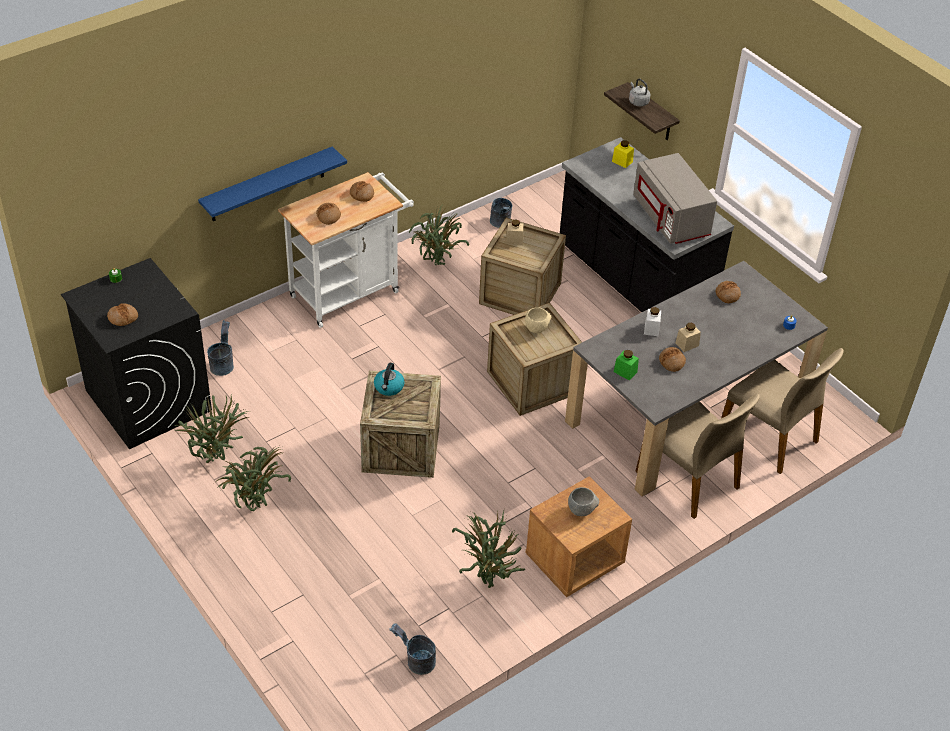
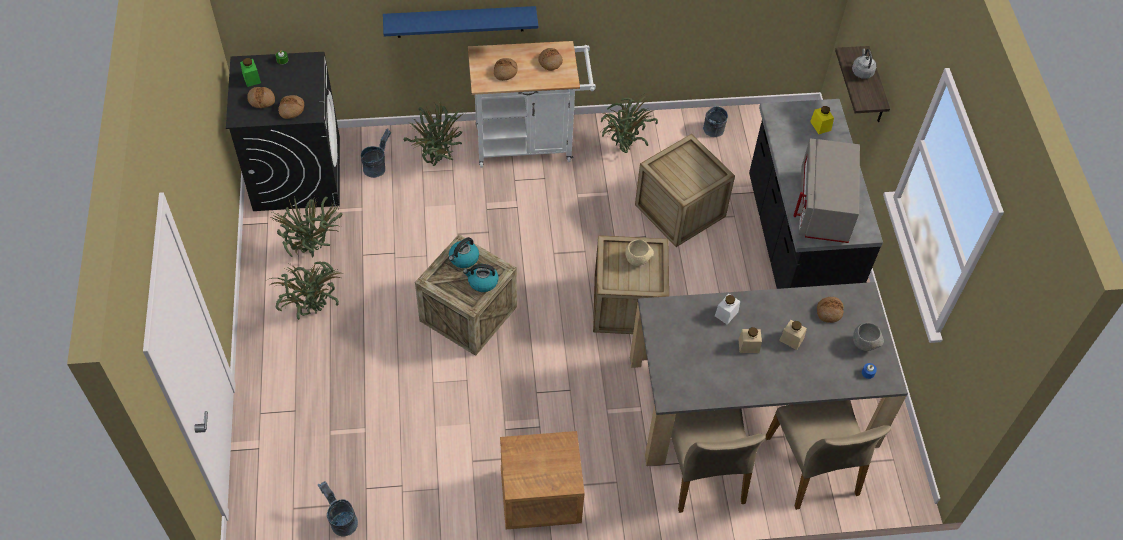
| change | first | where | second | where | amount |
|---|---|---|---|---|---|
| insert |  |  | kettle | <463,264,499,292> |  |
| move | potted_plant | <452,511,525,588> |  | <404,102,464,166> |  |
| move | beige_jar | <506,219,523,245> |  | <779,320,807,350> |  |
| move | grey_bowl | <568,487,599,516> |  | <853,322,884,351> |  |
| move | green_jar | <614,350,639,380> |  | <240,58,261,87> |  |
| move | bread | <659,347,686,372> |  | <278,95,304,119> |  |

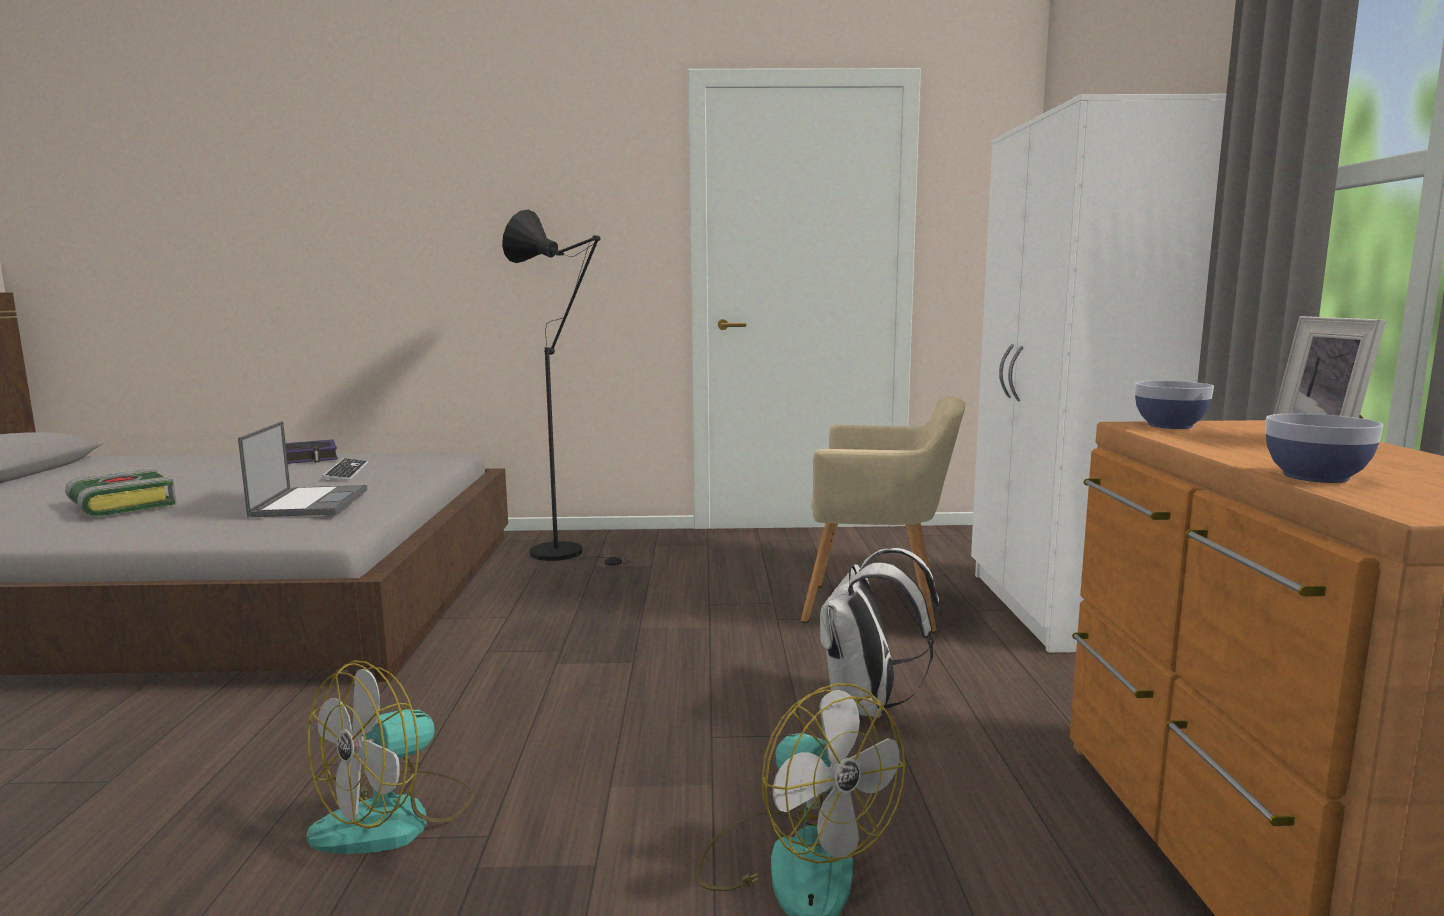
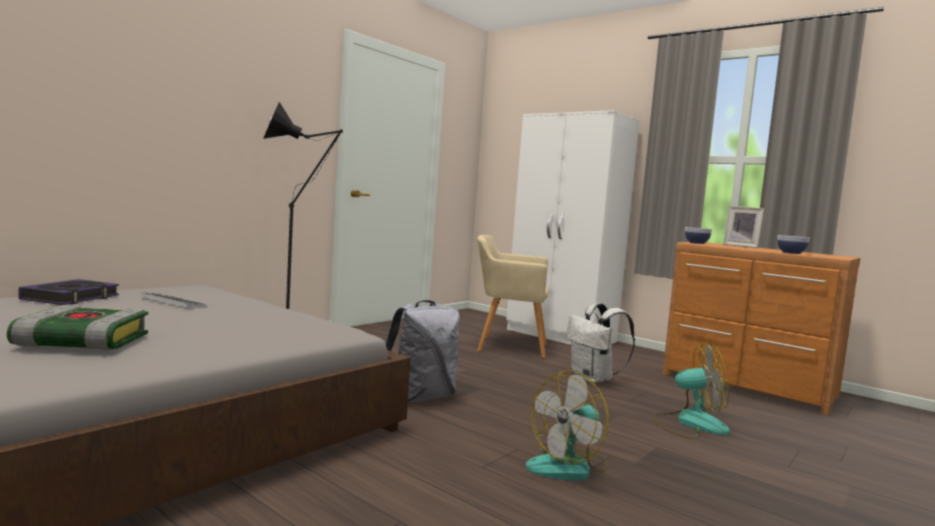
| change | first | where | second | where | amount |
|---|---|---|---|---|---|
| delete | laptop | <238,421,367,517> |  |  |  |
| insert |  |  | grey_backpack | <386,300,460,402> |  |
| rotate | fan | <306,660,474,854> |  | <525,370,609,481> | 60 degrees clockwise |
| rotate | beige_armchair | <801,396,965,632> |  | <477,235,549,359> | 135 degrees counterclockwise |

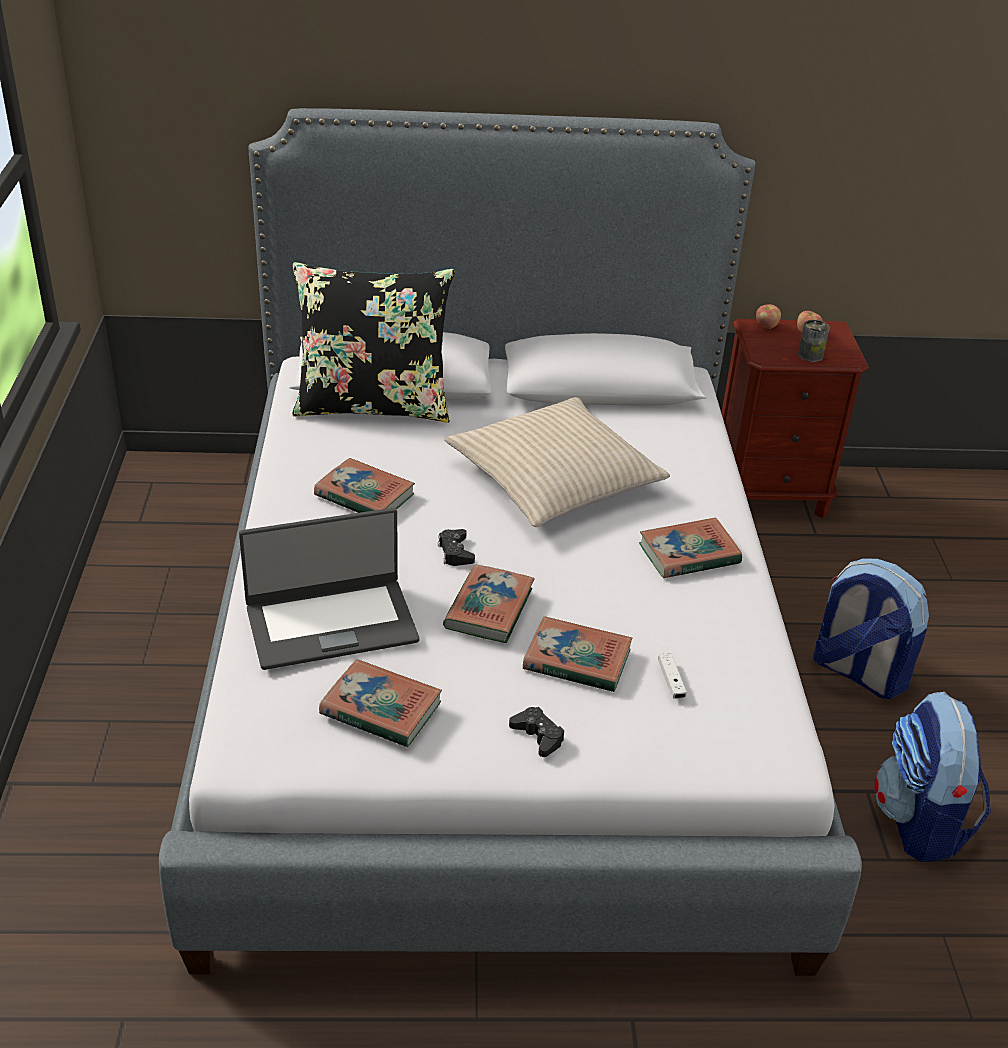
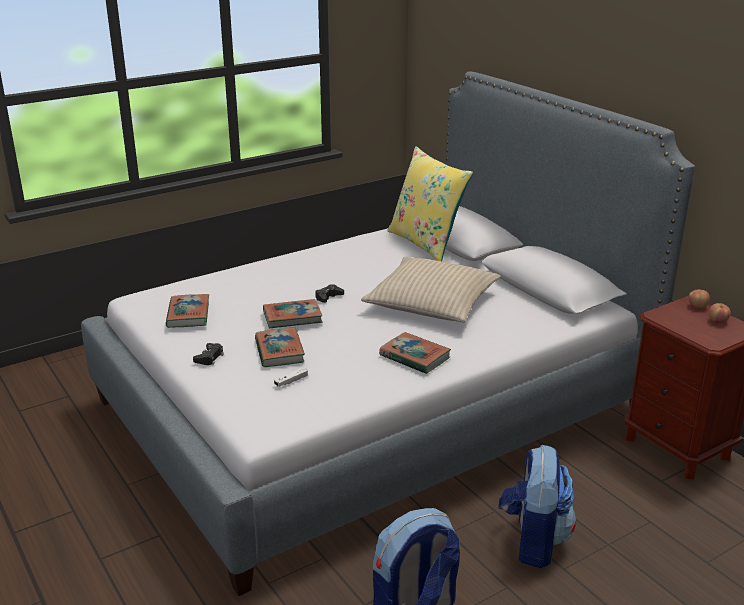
| change | first | where | second | where | amount |
|---|---|---|---|---|---|
| delete | laptop | <239,508,420,670> |  |  |  |
| delete | book | <314,458,415,513> |  |  |  |
| delete | can | <798,320,830,362> |  |  |  |
| recolor | black_pillow | <292,262,455,423> | yellow_pillow | <387,146,473,261> |  |

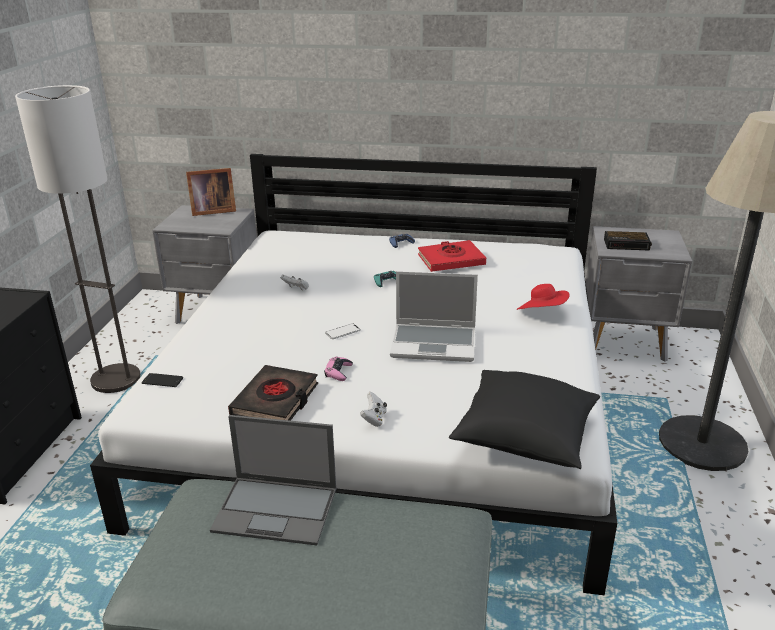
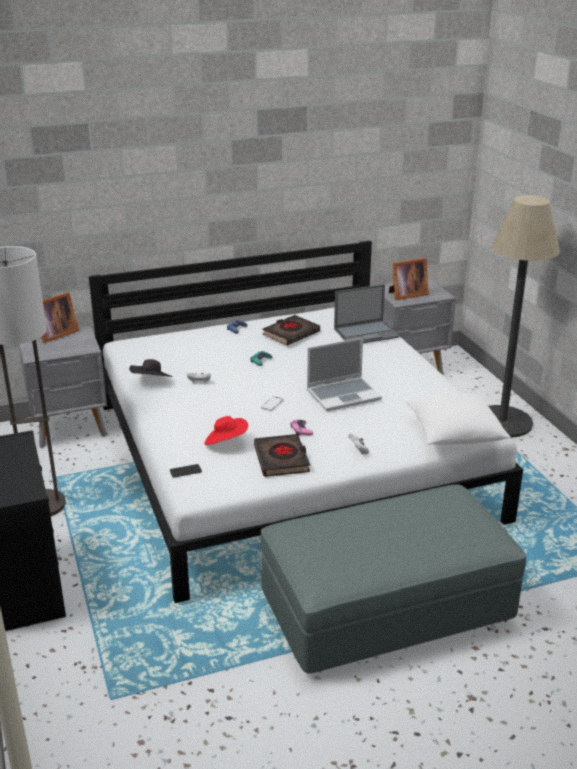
| change | first | where | second | where | amount |
|---|---|---|---|---|---|
| insert |  |  | black_hat | <129,359,173,377> |  |
| move | laptop | <210,415,336,545> |  | <334,284,399,343> |  |
| move | red_hat | <517,284,570,310> |  | <205,416,248,445> |  |
| replace | alarm_clock | <604,231,652,251> | picture_frame | <389,258,429,300> |  |
| recolor | red_book | <418,240,486,272> | black_book | <263,315,320,345> |  |
| recolor | black_pillow | <449,370,600,469> | white_pillow | <405,392,511,445> |  |

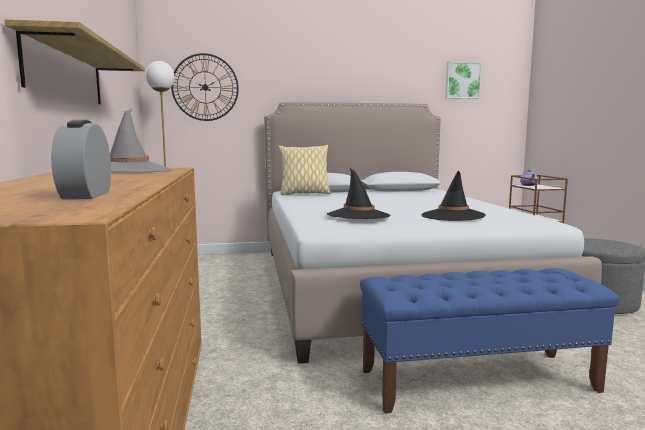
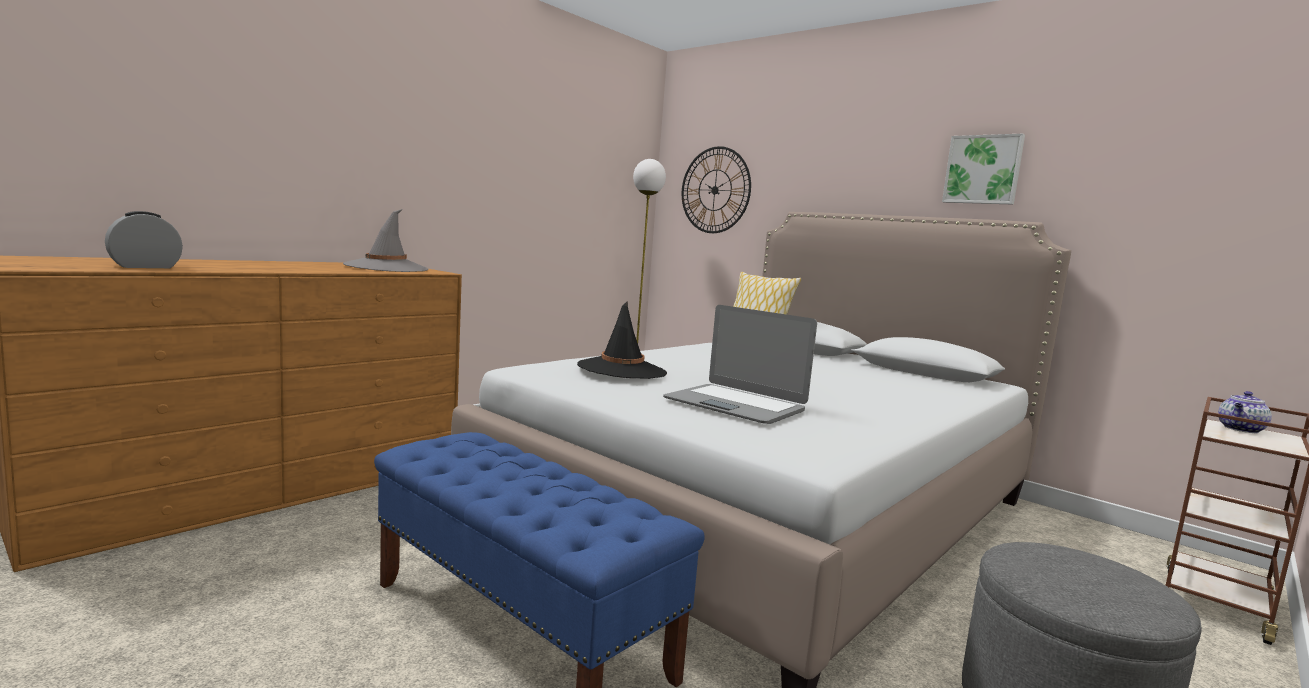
| change | first | where | second | where | amount |
|---|---|---|---|---|---|
| delete | shelf | <4,19,145,105> |  |  |  |
| move | picture | <445,61,482,99> |  | <942,134,1025,205> |  |
| replace | black_hat | <422,171,486,221> | laptop | <663,305,817,424> |  |

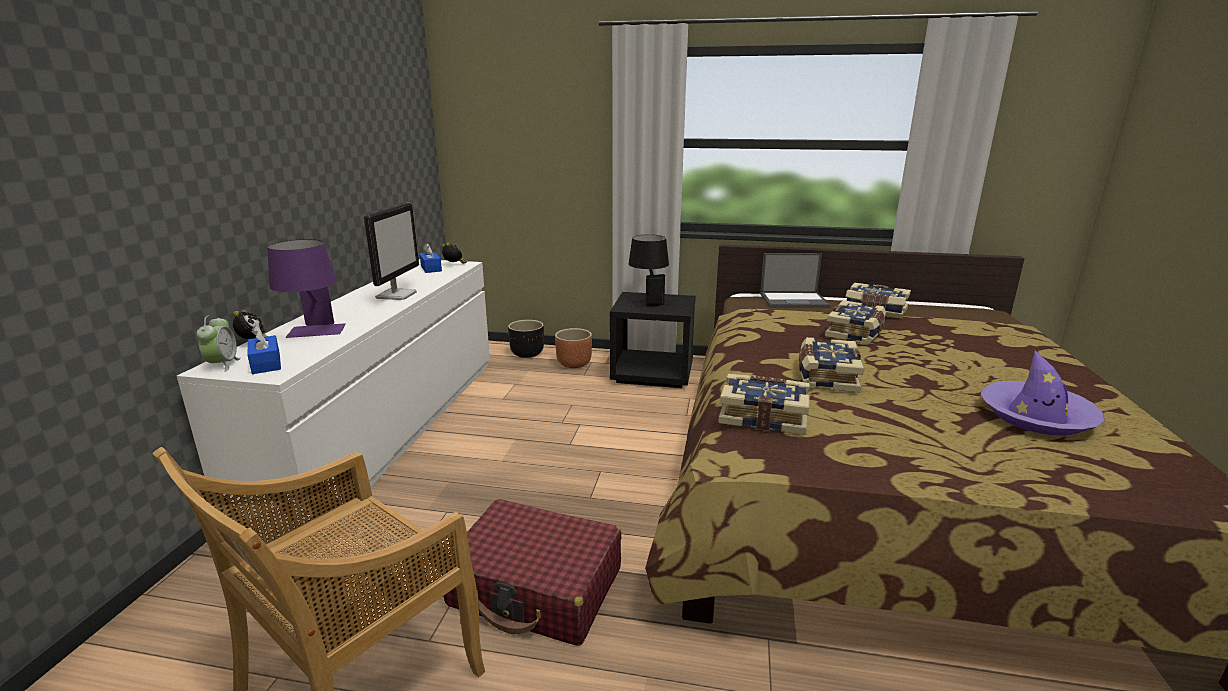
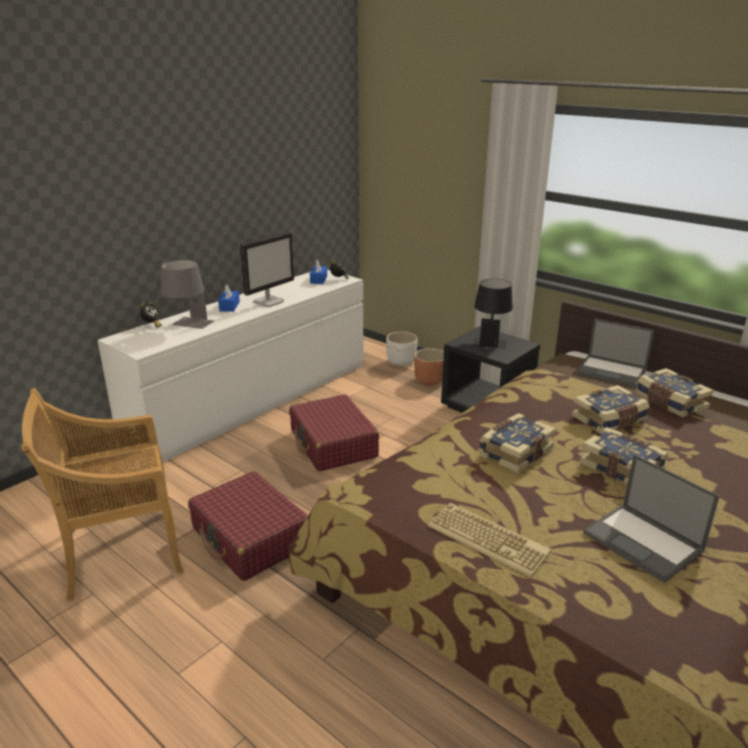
| change | first | where | second | where | amount |
|---|---|---|---|---|---|
| delete | alarm_clock | <196,315,241,372> |  |  |  |
| insert |  |  | red_suitcase | <289,394,379,472> |  |
| insert |  |  | keyboard | <428,503,551,577> |  |
| move | blue_tissue_box | <247,326,281,374> |  | <218,284,240,312> |  |
| move | book | <718,374,810,435> |  | <579,427,668,484> |  |
| replace | purple_hat | <980,351,1105,436> | laptop | <583,454,720,583> |  |
| recolor | purple_table_lamp | <268,239,346,338> | grey_table_lamp | <161,260,213,329> |  |
| recolor | black_planter | <508,320,544,358> | white_planter | <386,332,418,366> |  |

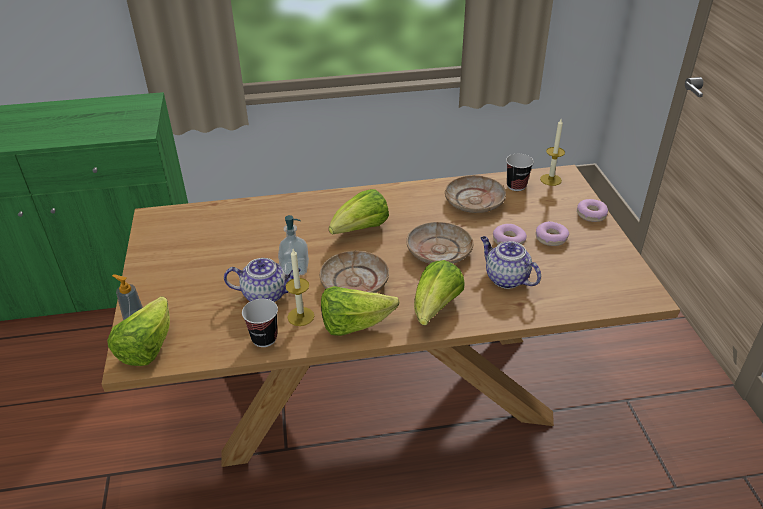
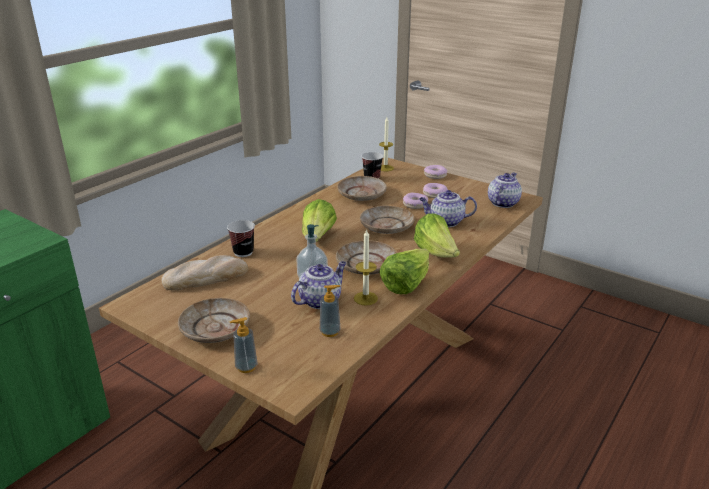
| change | first | where | second | where | amount |
|---|---|---|---|---|---|
| delete | lettuce | <107,296,170,366> |  |  |  |
| insert |  |  | bread | <161,255,248,291> |  |
| insert |  |  | beige_plate | <178,298,250,343> |  |
| insert |  |  | soap_dispenser | <320,285,340,337> |  |
| insert |  |  | teapot | <488,172,522,208> |  |
| move | cup | <242,299,278,347> |  | <227,220,255,257> |  |

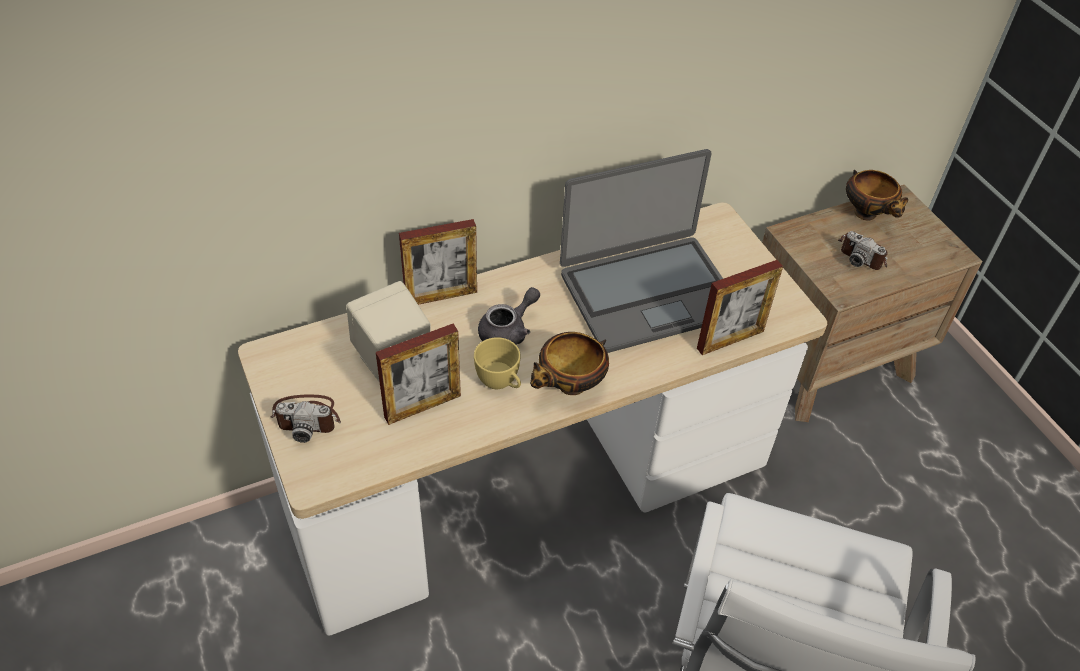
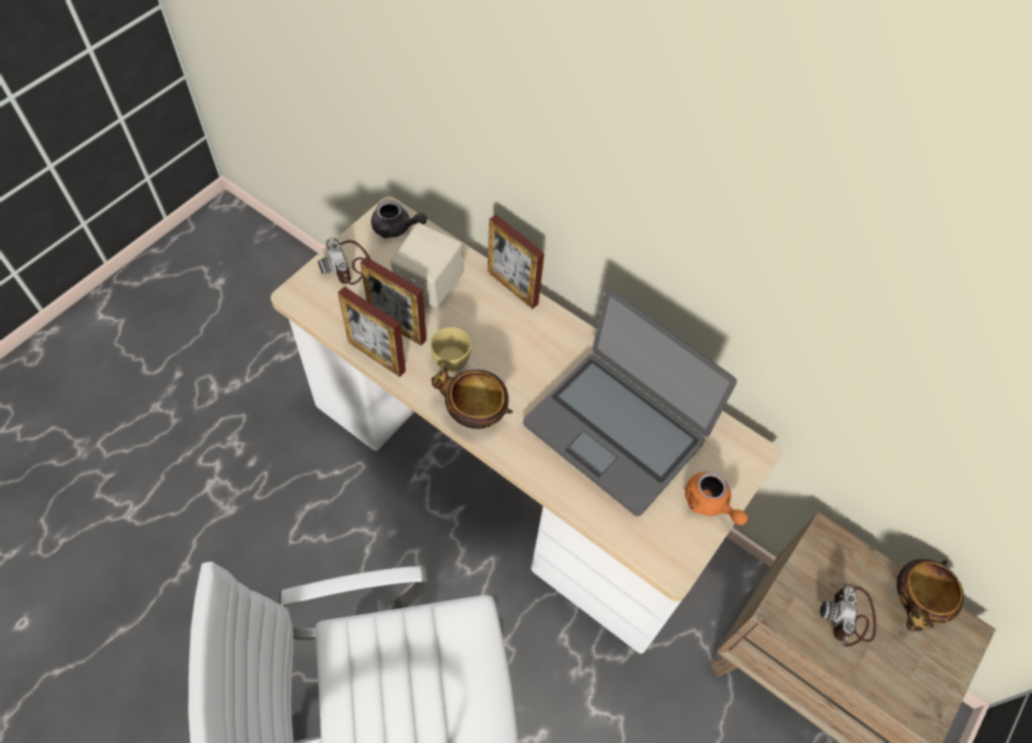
| change | first | where | second | where | amount |
|---|---|---|---|---|---|
| insert |  |  | orange_teapot | <685,472,748,525> |  |
| move | grey_teapot | <478,287,540,344> |  | <371,200,427,238> |  |
| move | picture_frame | <697,260,783,355> |  | <338,286,406,377> |  |

